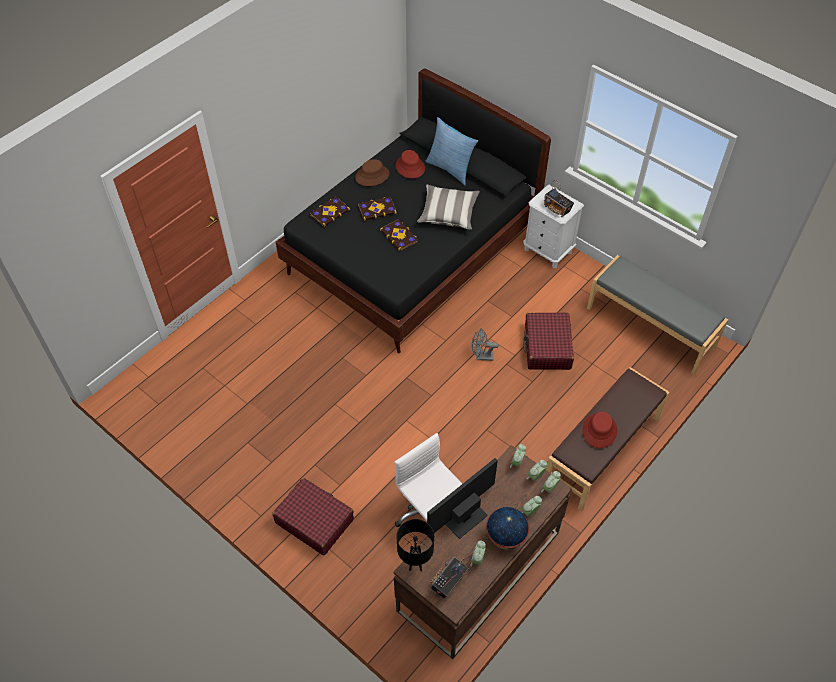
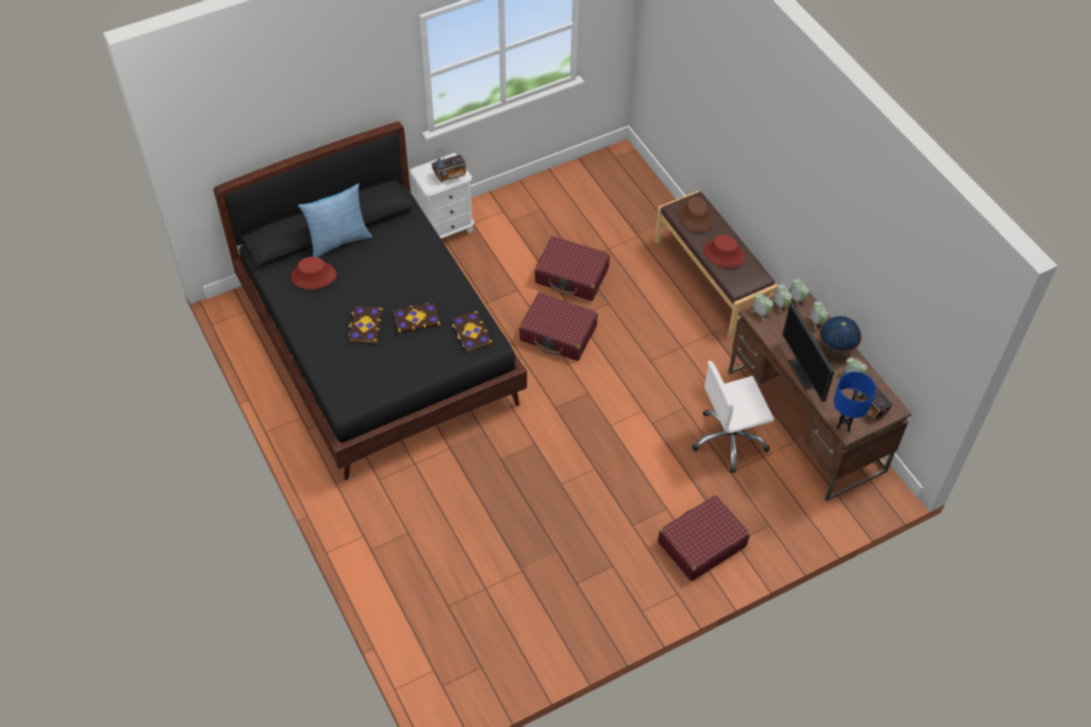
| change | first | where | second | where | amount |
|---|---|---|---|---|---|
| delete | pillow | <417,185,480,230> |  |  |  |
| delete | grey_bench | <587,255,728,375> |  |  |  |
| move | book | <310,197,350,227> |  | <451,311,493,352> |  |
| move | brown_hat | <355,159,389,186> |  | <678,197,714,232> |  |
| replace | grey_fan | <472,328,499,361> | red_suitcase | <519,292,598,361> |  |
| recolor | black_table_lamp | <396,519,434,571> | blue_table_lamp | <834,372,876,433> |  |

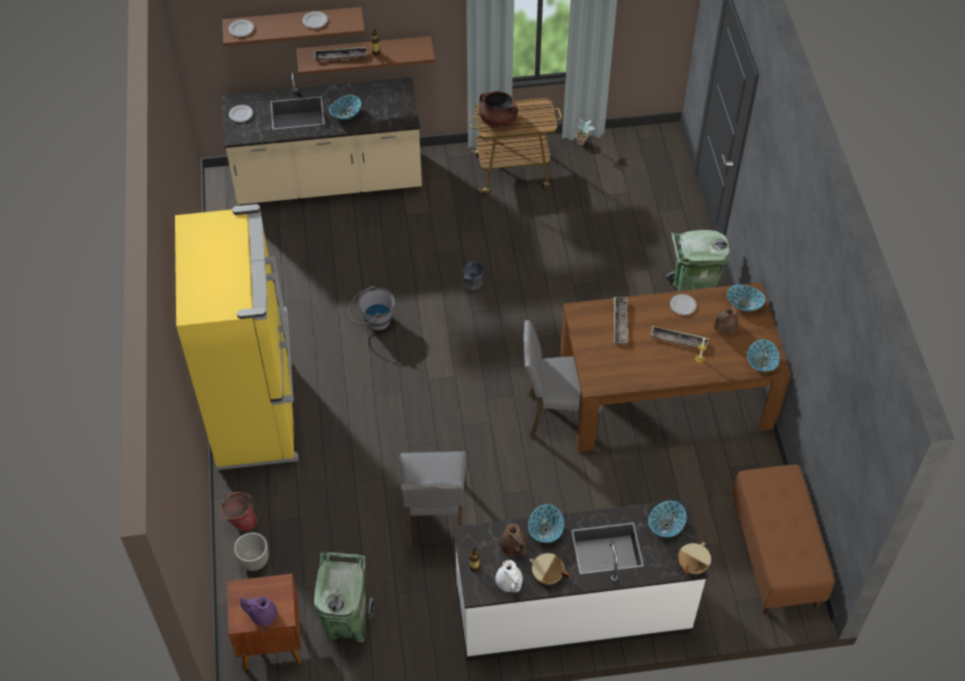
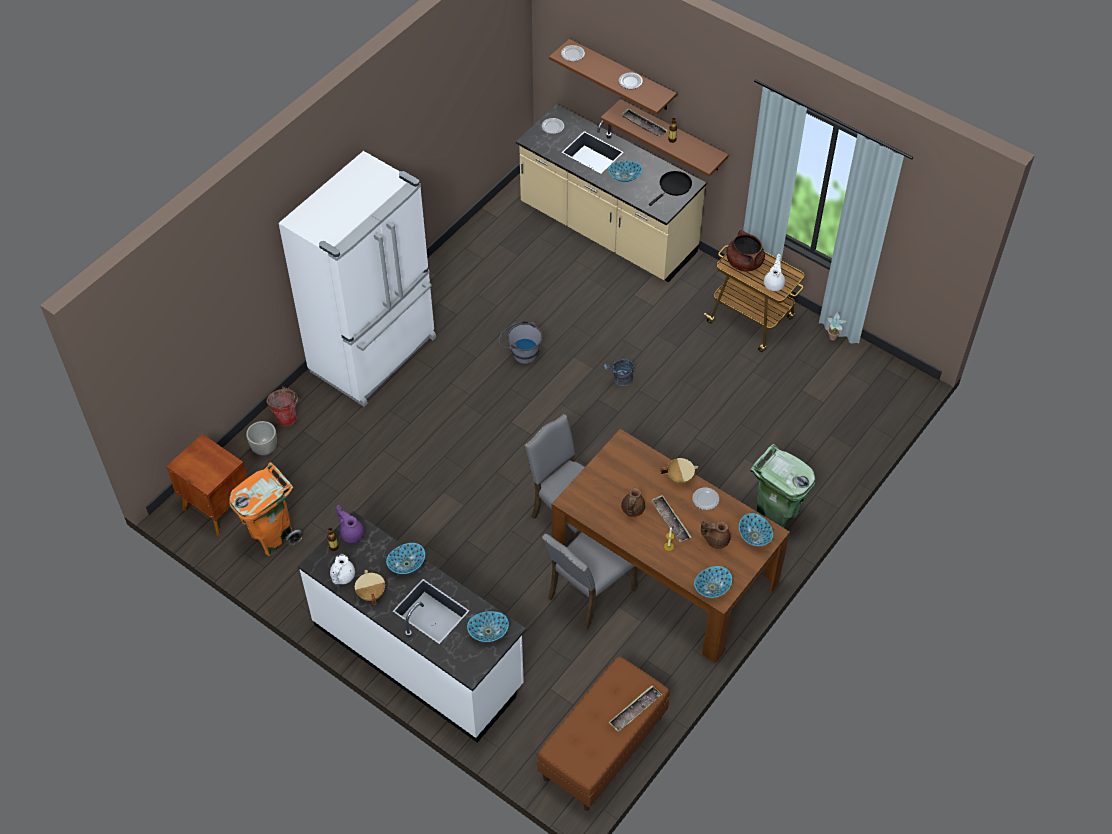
| change | first | where | second | where | amount |
|---|---|---|---|---|---|
| insert |  |  | black_frying_pan | <649,171,692,206> |  |
| insert |  |  | white_teapot | <764,254,785,291> |  |
| move | purple_teapot | <239,596,277,626> |  | <337,505,364,543> |  |
| move | grey_chair | <400,451,467,548> |  | <542,532,638,630> |  |
| move | brown_teapot | <500,524,527,555> |  | <621,488,645,517> |  |
| move | tray | <614,297,628,344> |  | <608,685,662,732> |  |
| move | beige_cooking_pot | <678,542,711,576> |  | <660,458,698,484> |  |
| recolor | yellow_fridge | <175,204,299,470> | white_fridge | <279,151,436,407> |  |
| recolor | green_trash_can | <314,552,375,643> | orange_trash_can | <229,462,302,556> |  |

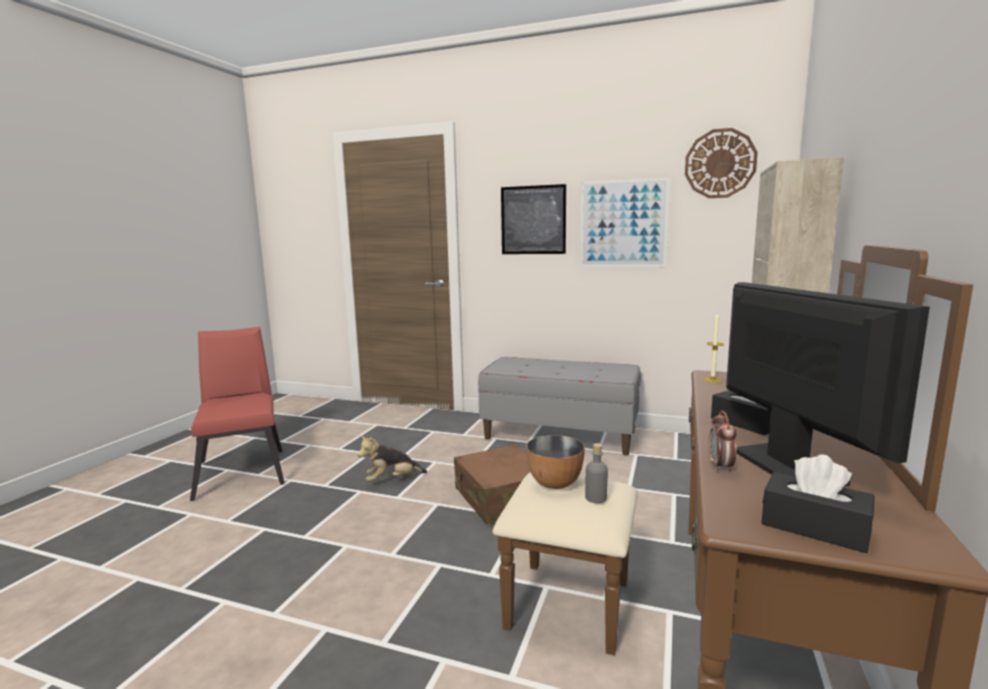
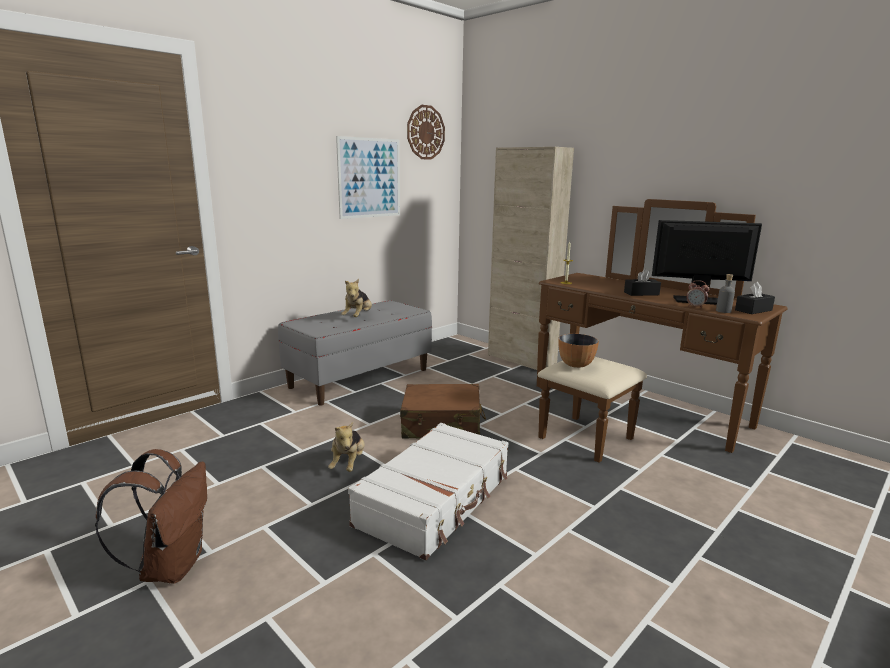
| change | first | where | second | where | amount |
|---|---|---|---|---|---|
| delete | picture | <501,184,566,254> |  |  |  |
| insert |  |  | plush_toy | <341,279,372,317> |  |
| insert |  |  | white_suitcase | <348,423,508,560> |  |
| move | grey_bottle | <585,443,608,503> |  | <716,274,735,313> |  |
| replace | red_chair | <190,327,285,501> | brown_backpack | <95,449,207,584> |  |

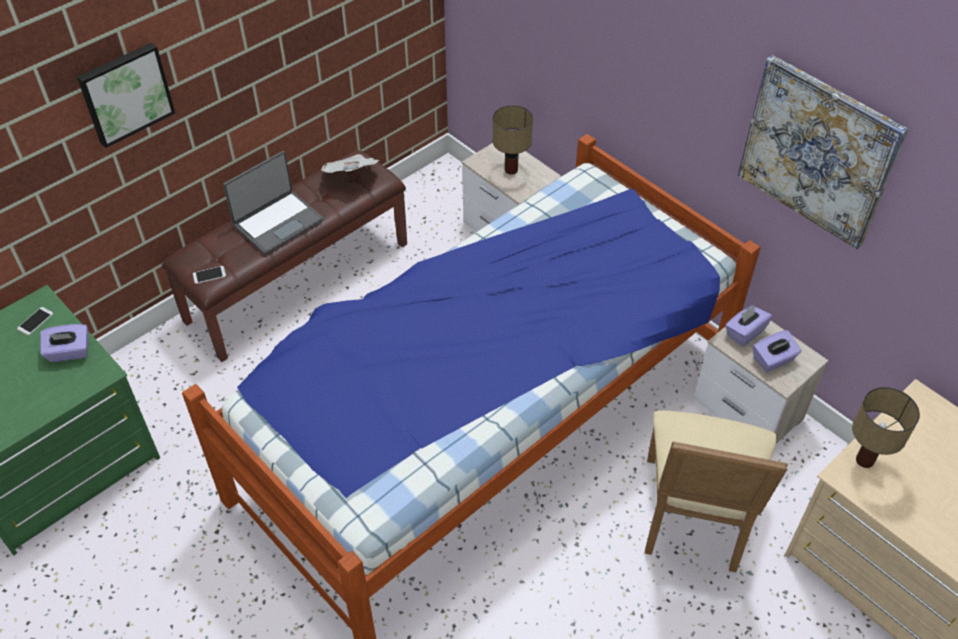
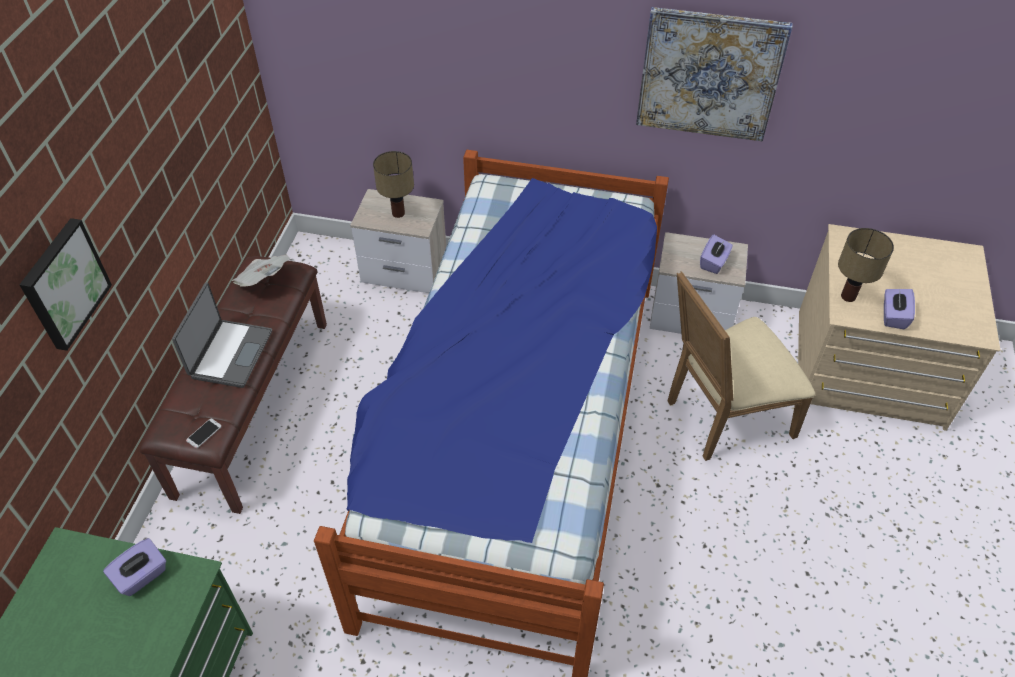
| change | first | where | second | where | amount |
|---|---|---|---|---|---|
| delete | phone | <17,307,53,335> |  |  |  |
| move | purple_tissue_box | <725,305,772,346> |  | <884,289,915,329> |  |
| rotate | beige_chair | <645,410,788,572> |  | <667,271,815,461> | 90 degrees clockwise |

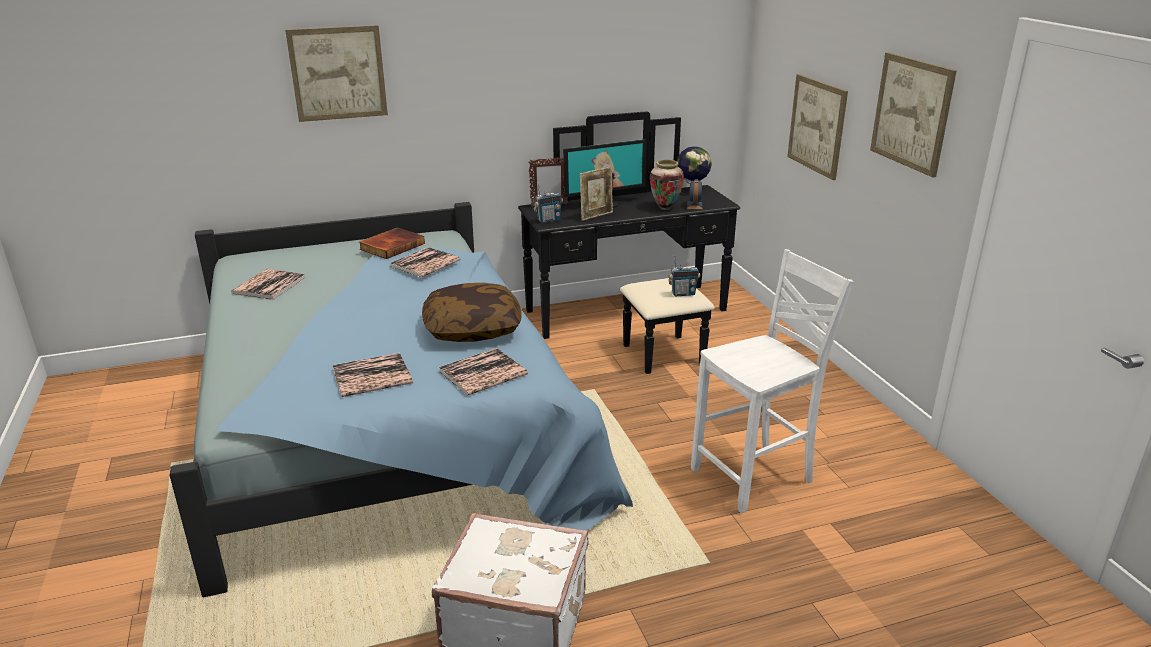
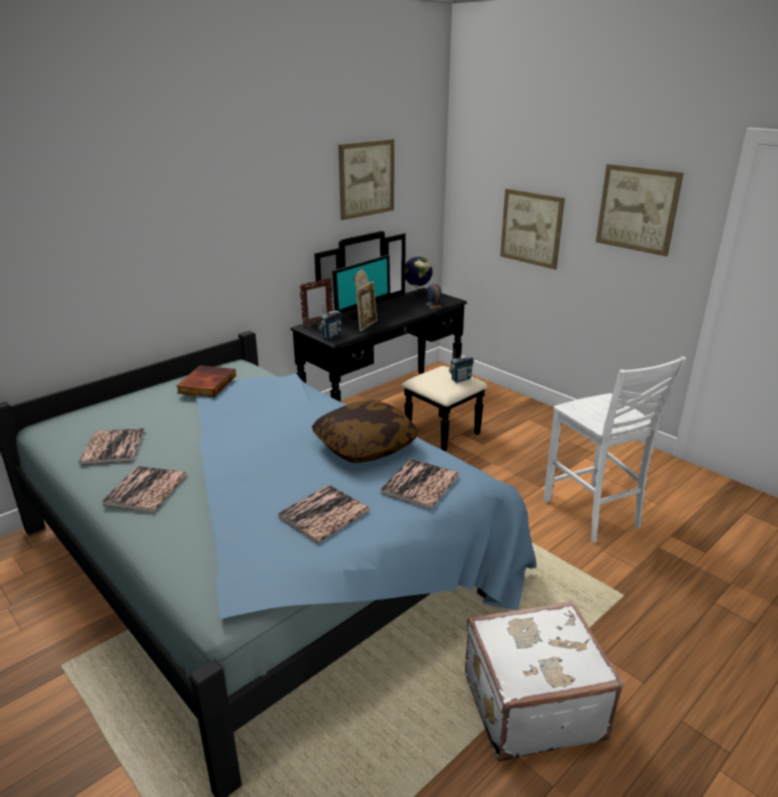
| change | first | where | second | where | amount |
|---|---|---|---|---|---|
| delete | vase | <650,160,684,210> |  |  |  |
| move | picture | <285,25,388,122> |  | <338,139,394,220> |  |
| move | book | <390,247,460,278> |  | <101,466,187,513> |  |
| rotate | white_chair | <691,249,854,514> |  | <543,356,686,543> | 120 degrees clockwise |

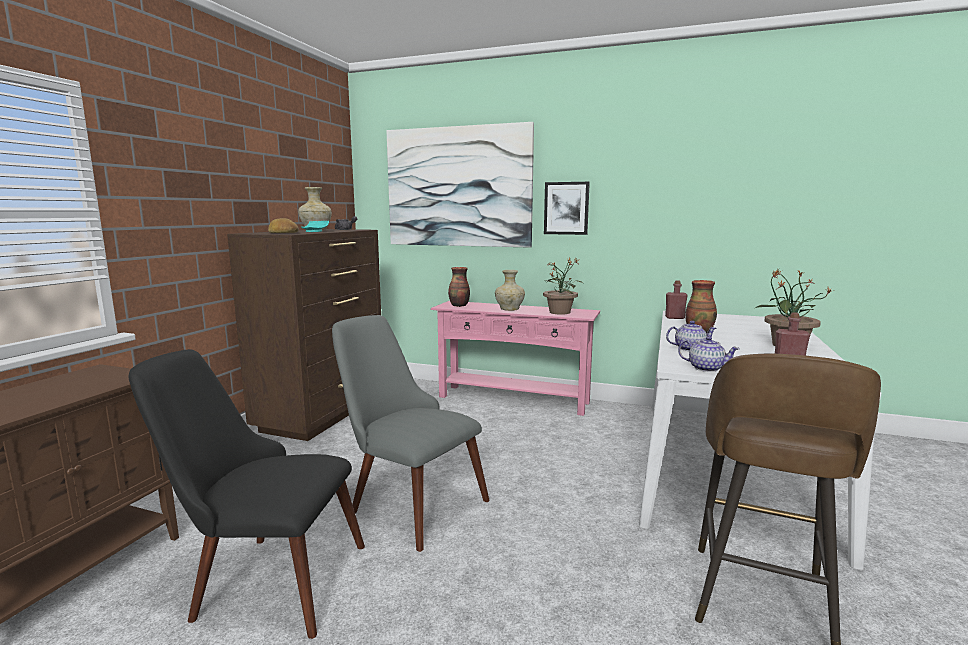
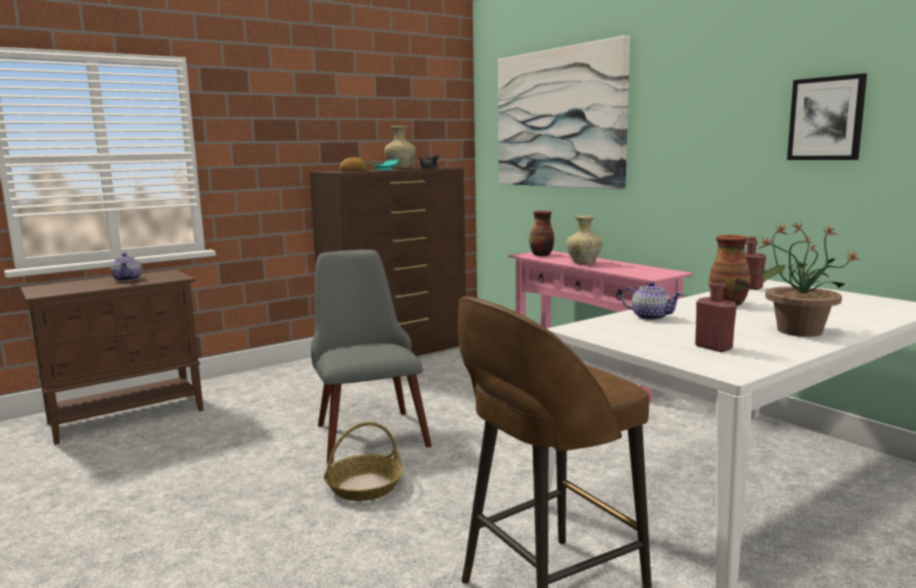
| change | first | where | second | where | amount |
|---|---|---|---|---|---|
| delete | black_chair | <129,349,365,639> |  |  |  |
| delete | potted_plant | <543,258,584,315> |  |  |  |
| insert |  |  | basket | <324,422,403,501> |  |
| move | picture | <544,182,590,235> |  | <787,73,867,160> |  |
| move | teapot | <678,336,740,372> |  | <111,253,142,281> |  |

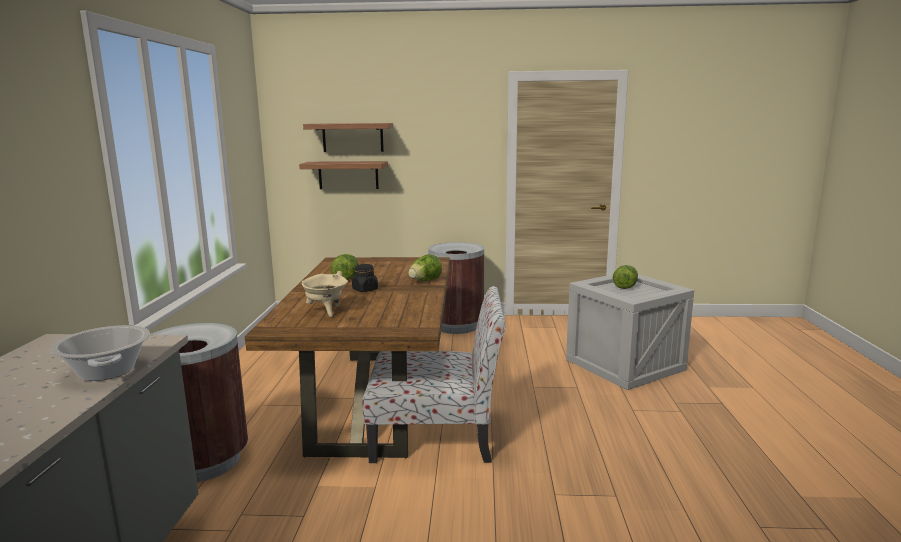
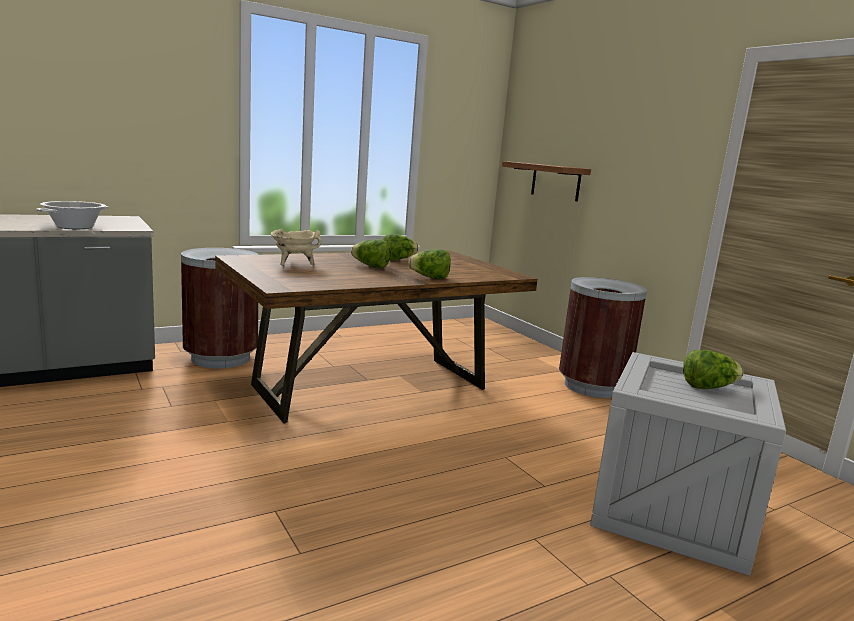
| change | first | where | second | where | amount |
|---|---|---|---|---|---|
| delete | shelf | <303,123,393,152> |  |  |  |
| delete | chair | <362,286,506,463> |  |  |  |
| replace | black_jar | <352,264,378,292> | lettuce | <351,239,391,268> |  |

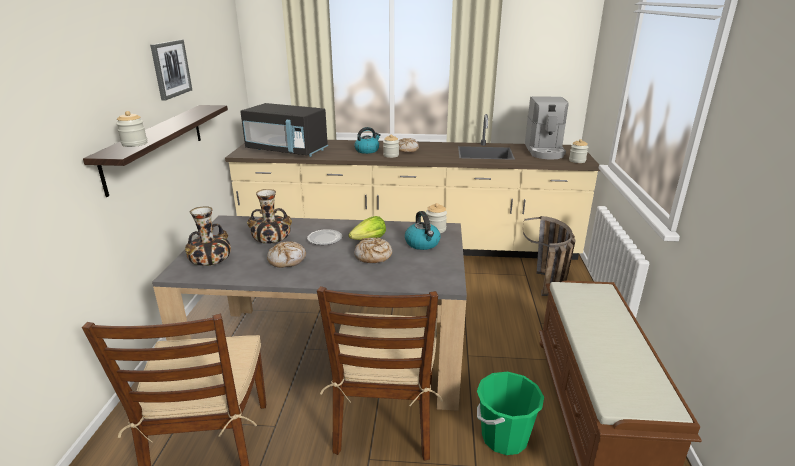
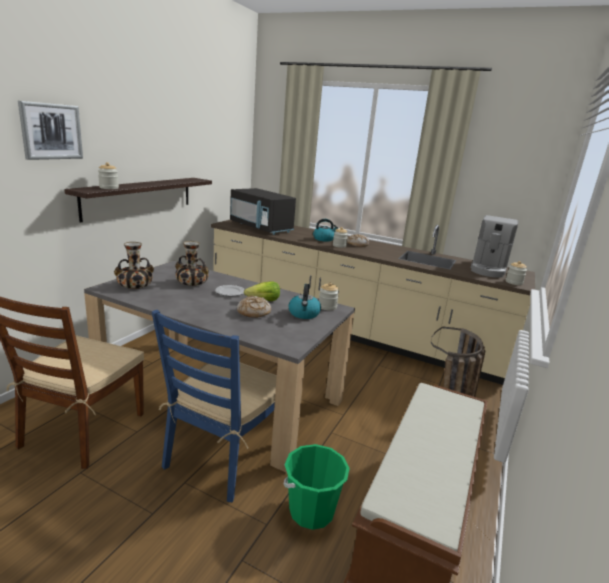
| change | first | where | second | where | amount |
|---|---|---|---|---|---|
| delete | bread | <267,241,306,268> |  |  |  |
| move | picture | <150,40,192,101> |  | <18,101,83,160> |  |
| recolor | brown_chair | <317,286,443,461> | blue_chair | <152,310,277,503> |  |

